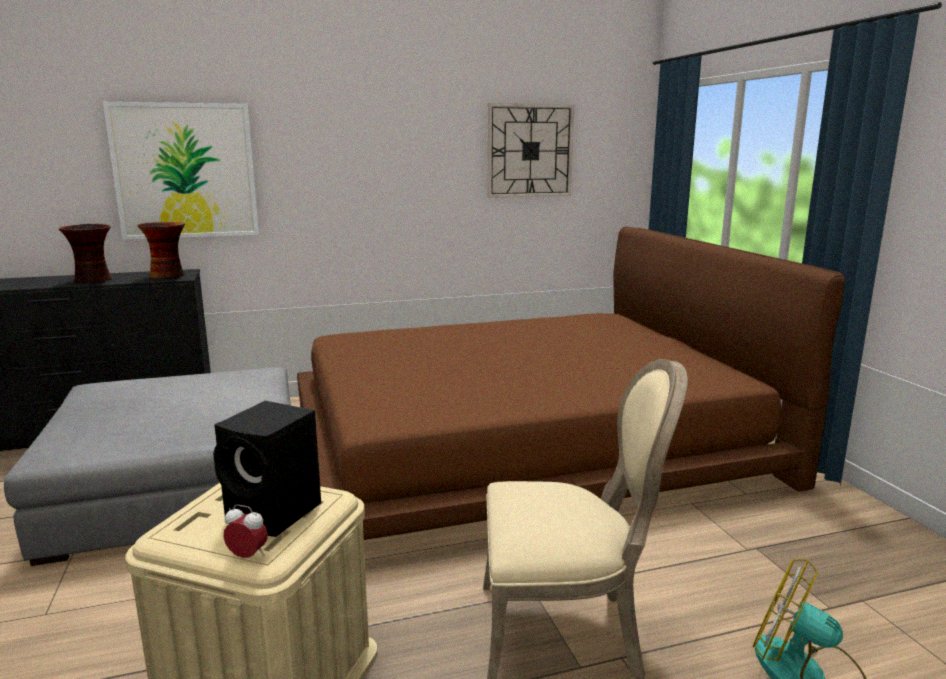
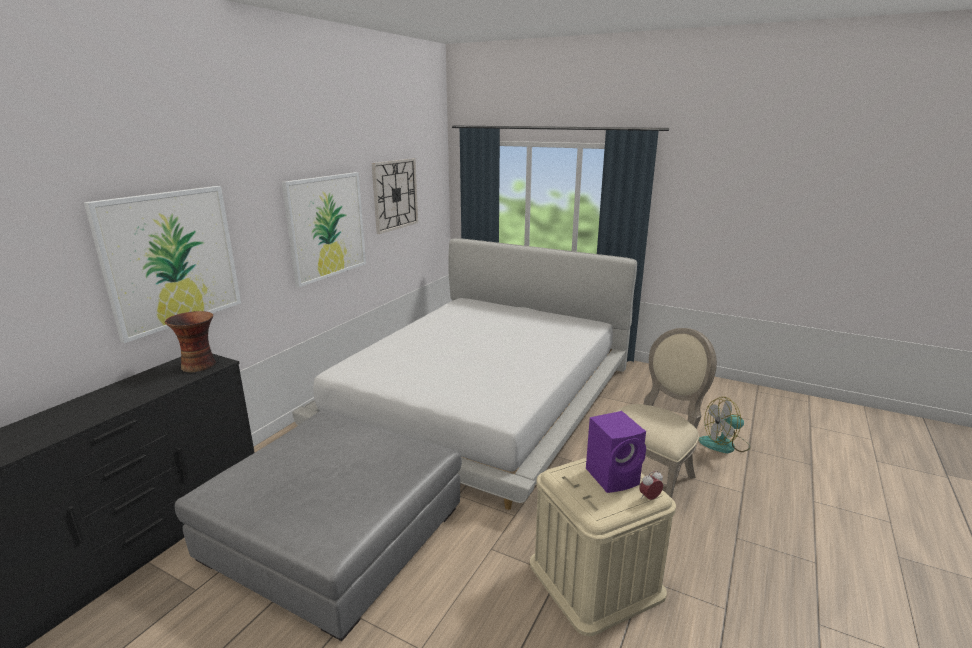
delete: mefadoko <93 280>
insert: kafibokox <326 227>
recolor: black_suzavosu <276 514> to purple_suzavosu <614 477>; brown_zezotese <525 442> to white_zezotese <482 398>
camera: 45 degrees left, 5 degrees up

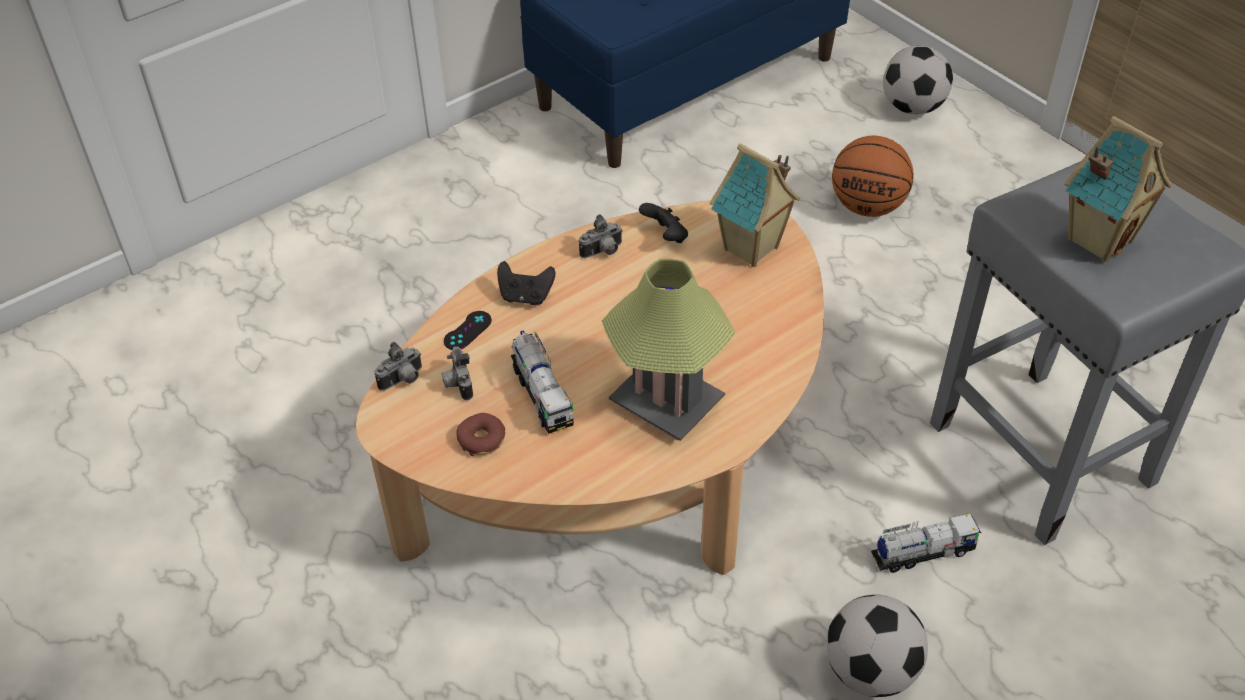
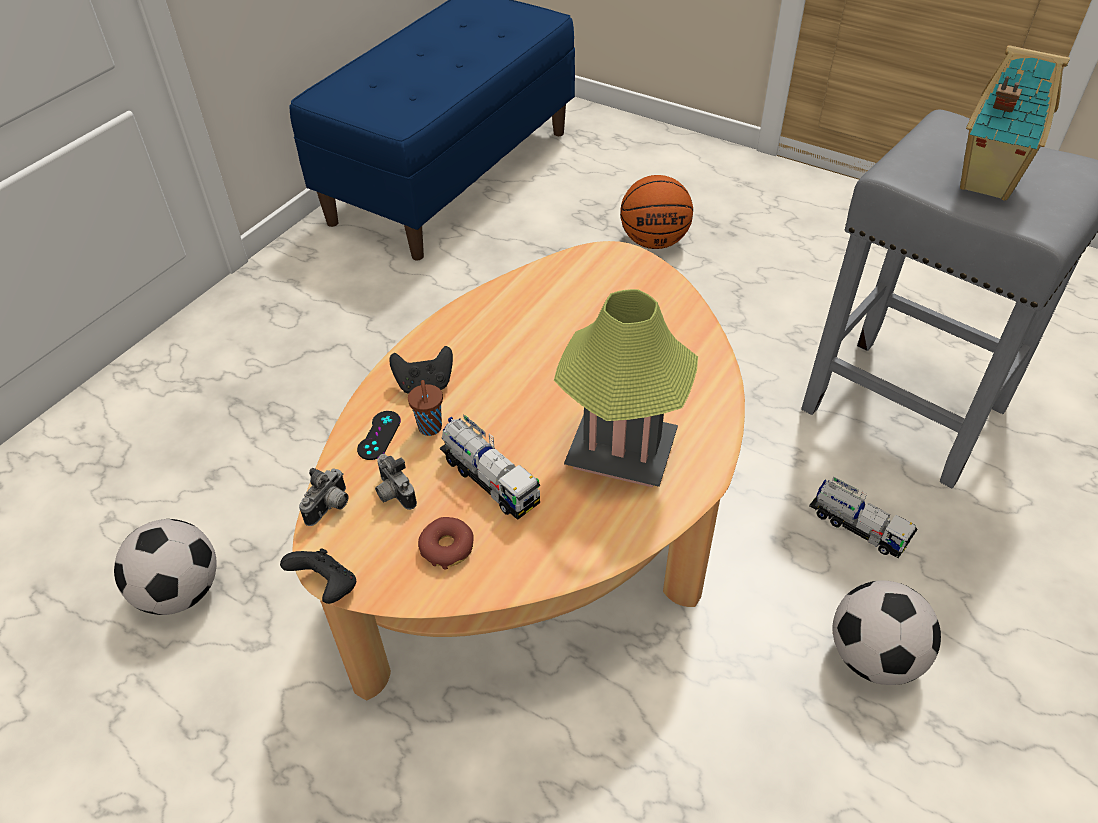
delete: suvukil <603 252>; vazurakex <752 249>
insert: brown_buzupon <430 429>
move: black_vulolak <665 236> to <327 587>; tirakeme <913 107> to <181 591>
rotate: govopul <923 553> = <857 528> 75 degrees clockwise
camera: 20 degrees left, 0 degrees up

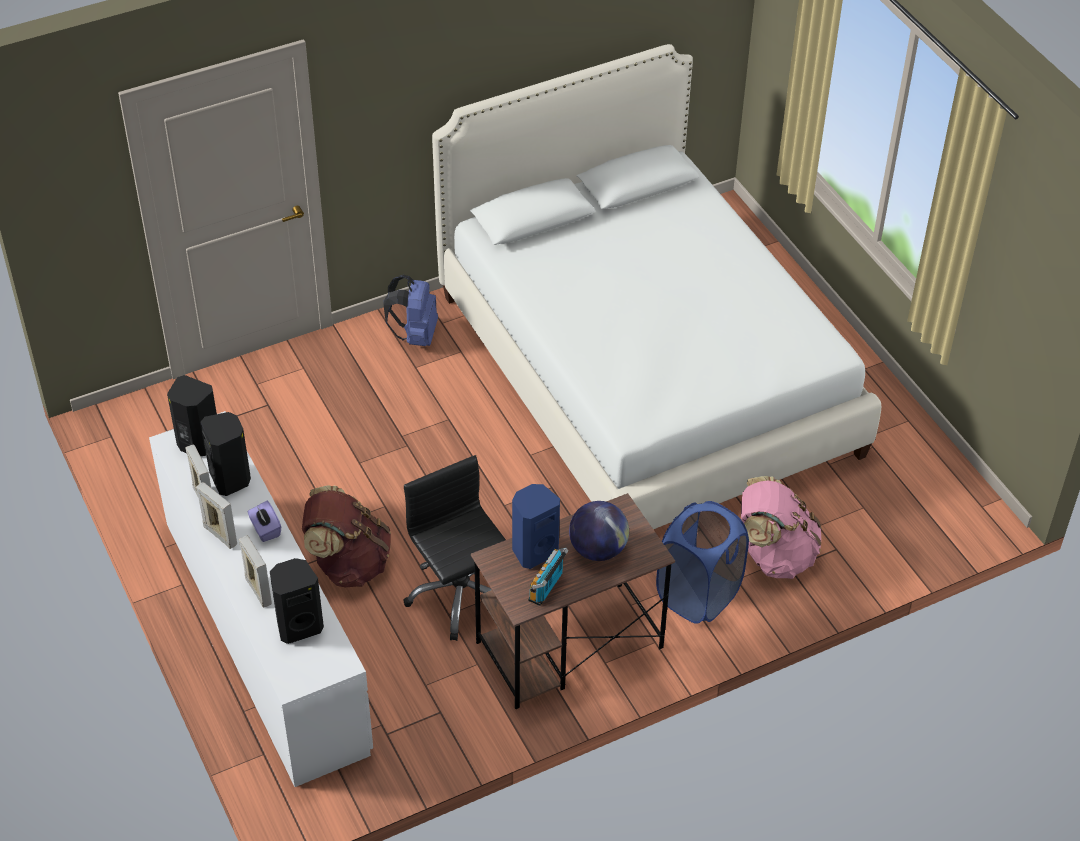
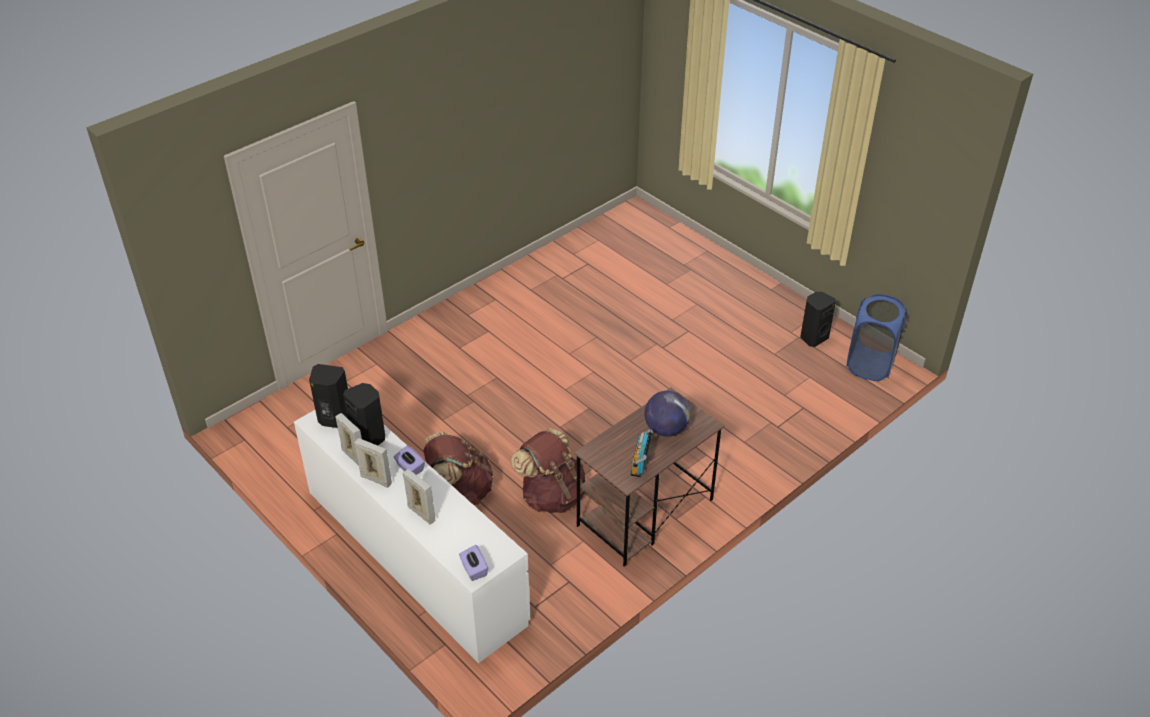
delete: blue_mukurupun <415 335>; white_zezotese <646 373>; blue_suzavosu <534 551>; pink_mukurupun <774 555>
insert: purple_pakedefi <474 569>
move: black_suzavosu <298 625> to <813 337>; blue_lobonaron <698 595> to <870 365>
replace: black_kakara <460 595> to brown_mukurupun <552 495>
camera: 15 degrees left, 5 degrees down

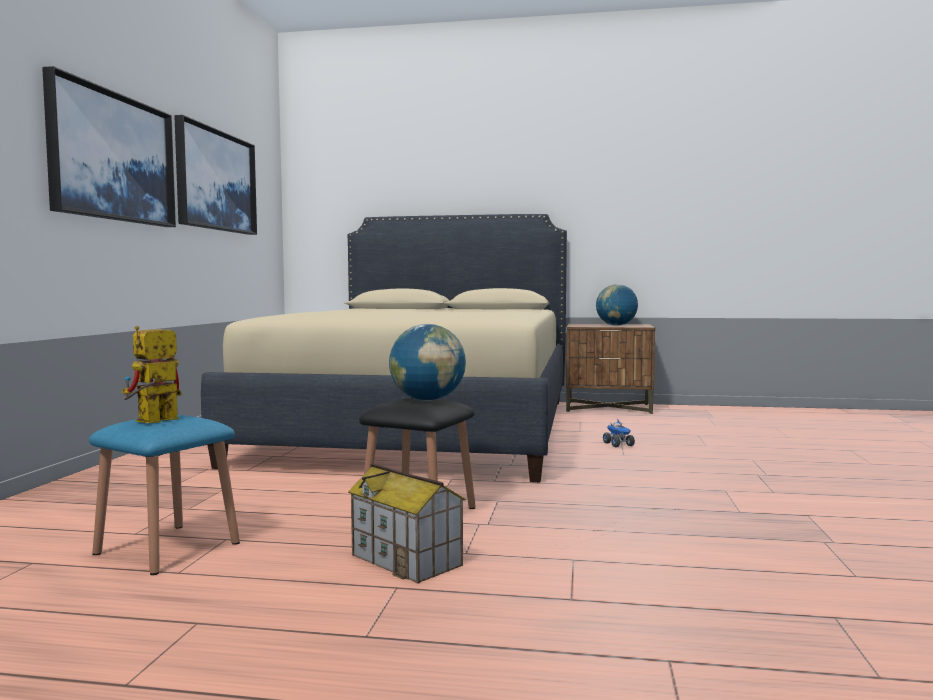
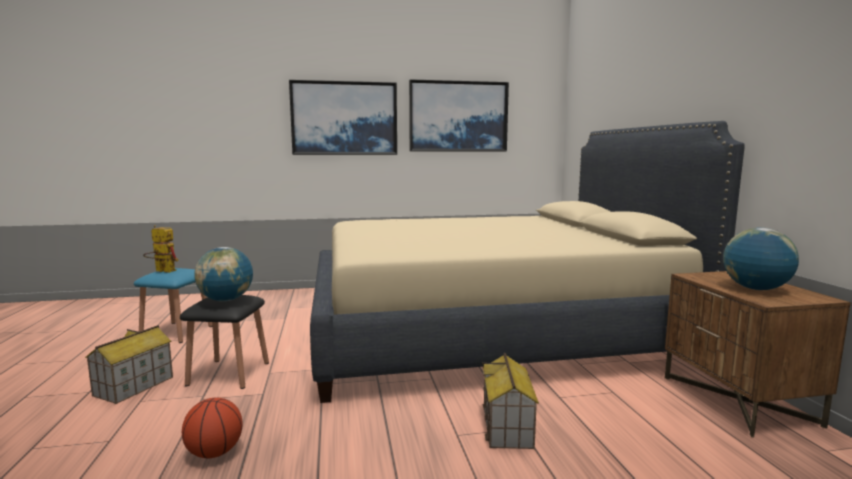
insert: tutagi <214 453>
replace: govopul <619 444> to vazurakex <507 427>
camera: 70 degrees right, 5 degrees up

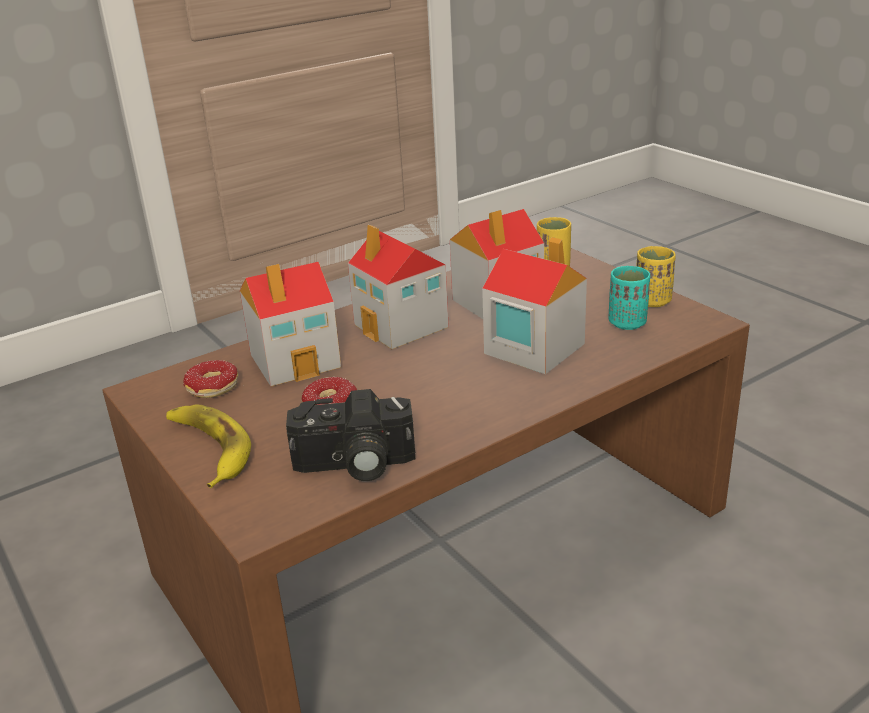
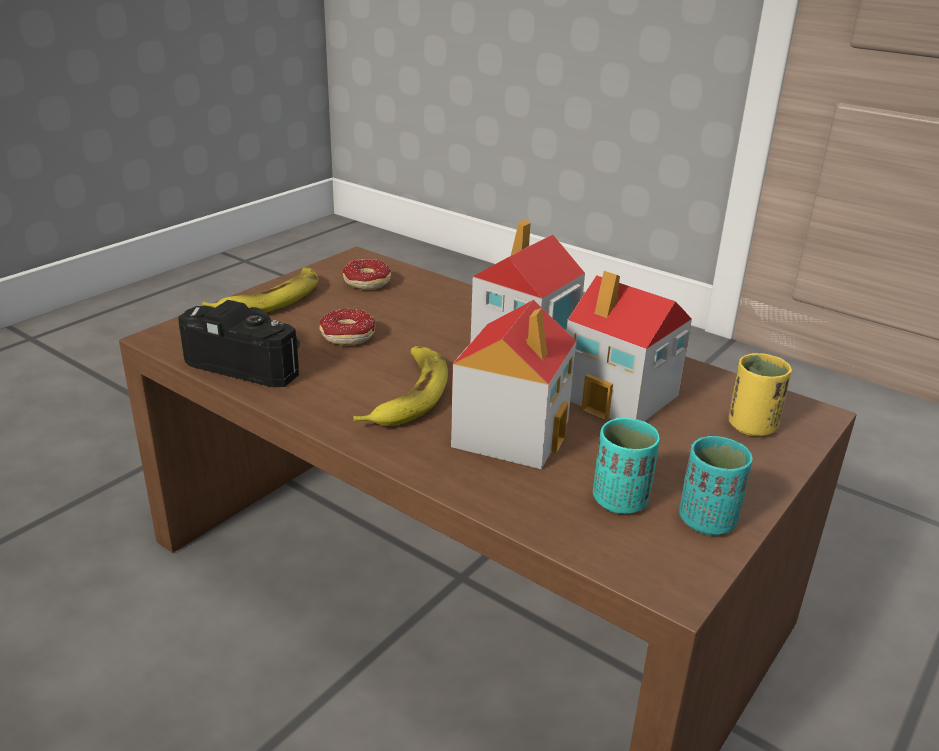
delete: vazurakex <296 360>
insert: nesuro <408 394>
recolor: yellow_buzupon <652 301> to turquoise_buzupon <707 521>
rotate: suvukil <354 465> = <250 362> 135 degrees clockwise
camera: 70 degrees right, 0 degrees up

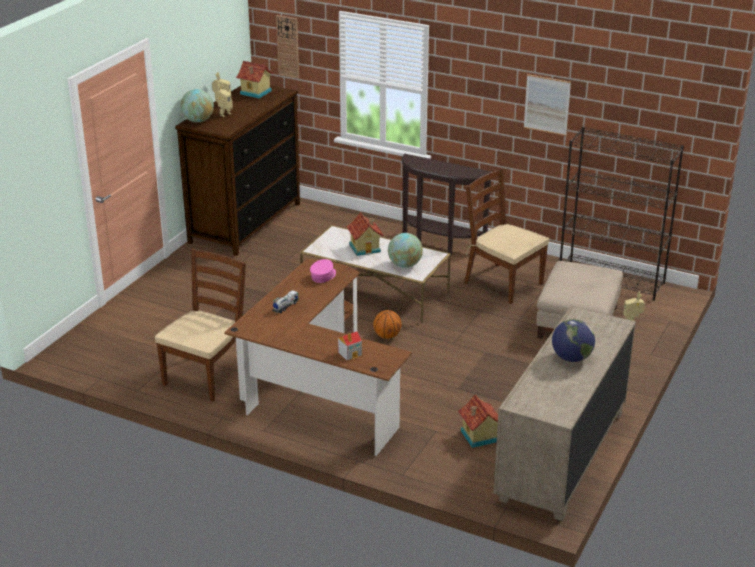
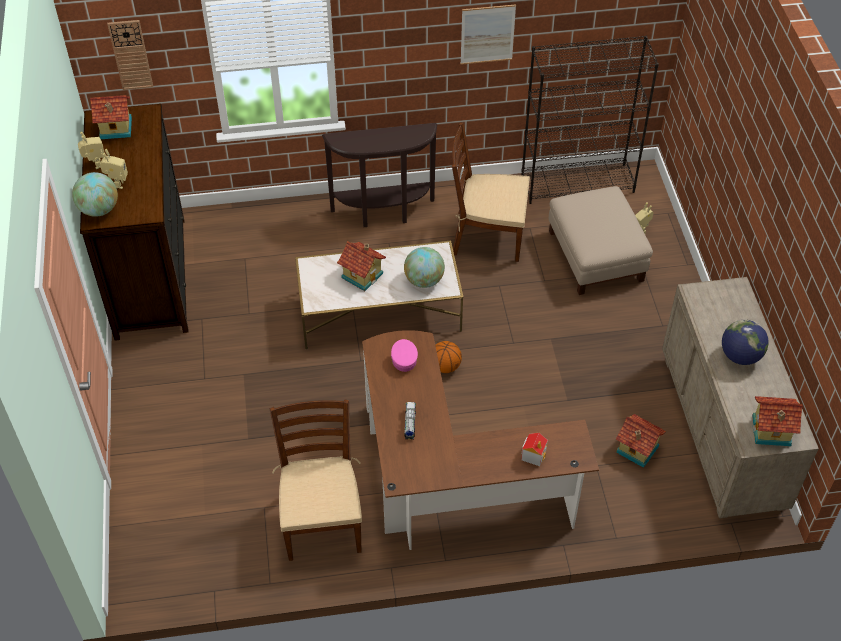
insert: vazurakex <771 431>
camera: 35 degrees left, 20 degrees up

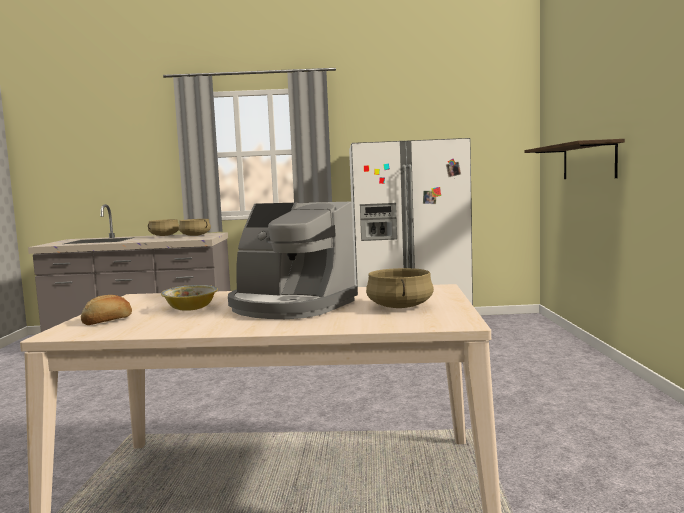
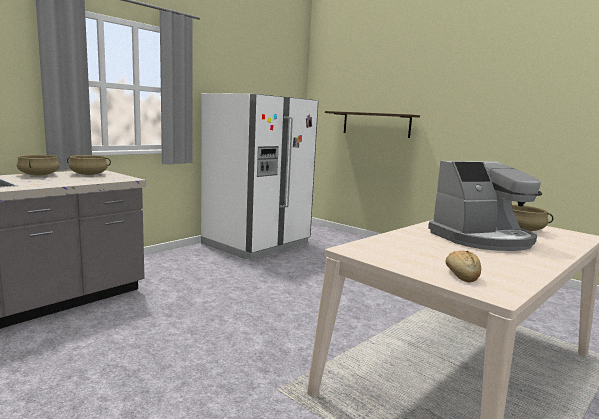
delete: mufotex <191 309>
camera: 50 degrees left, 5 degrees up

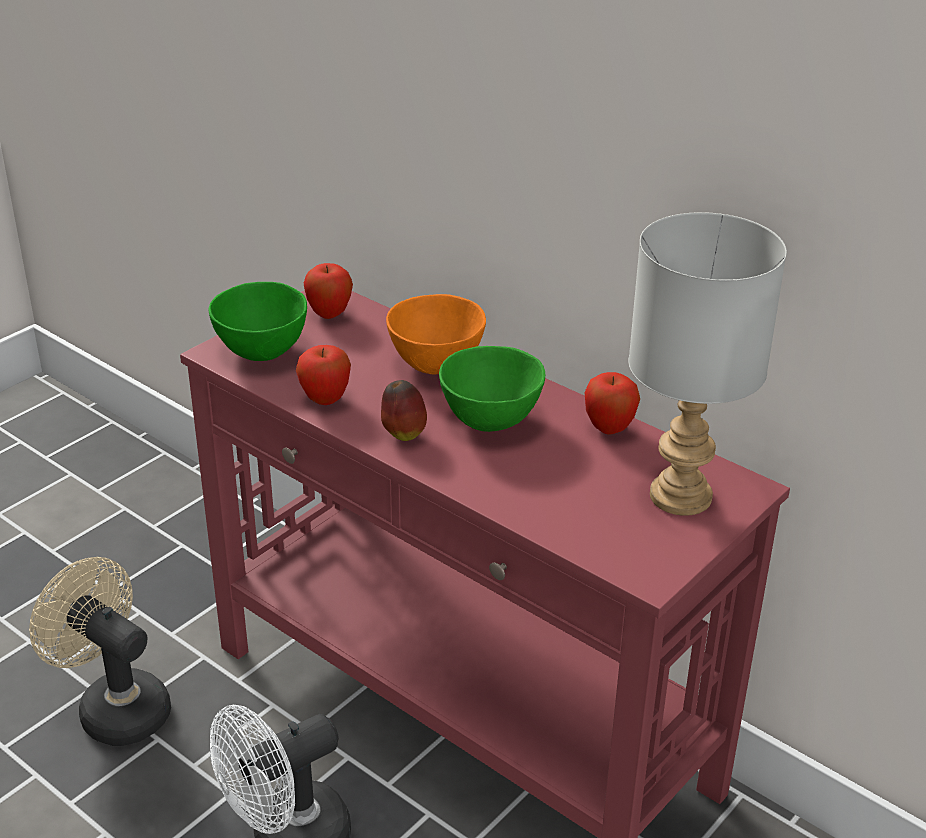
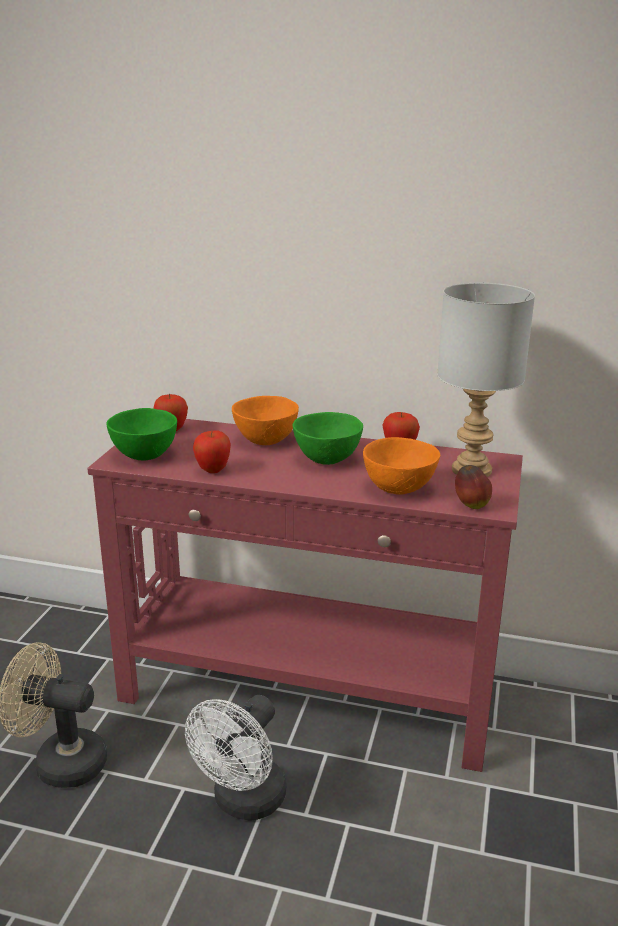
insert: orange_mufotex <400 489>
move: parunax <403 434> to <470 506>
camera: 25 degrees left, 10 degrees down

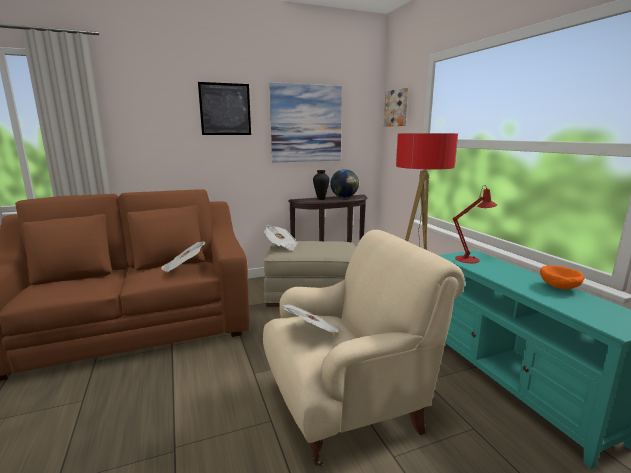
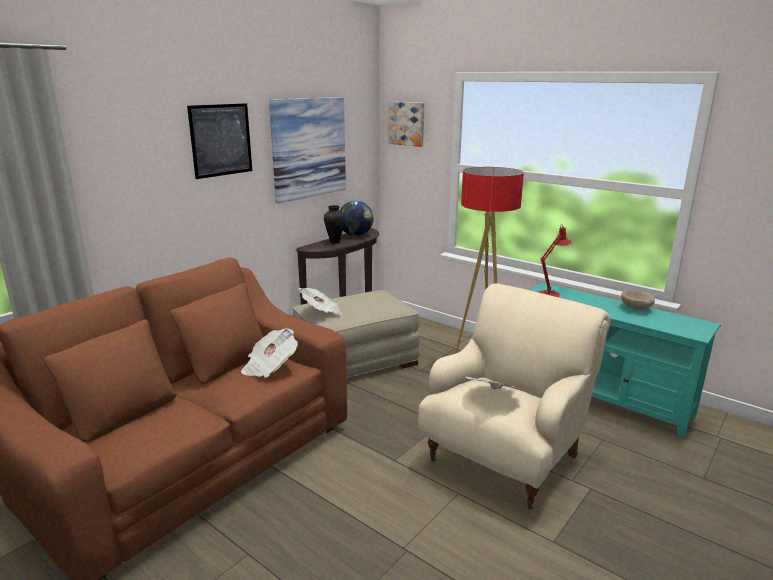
recolor: orange_mufotex <559 288> to beige_mufotex <636 308>
camera: 30 degrees left, 5 degrees up

